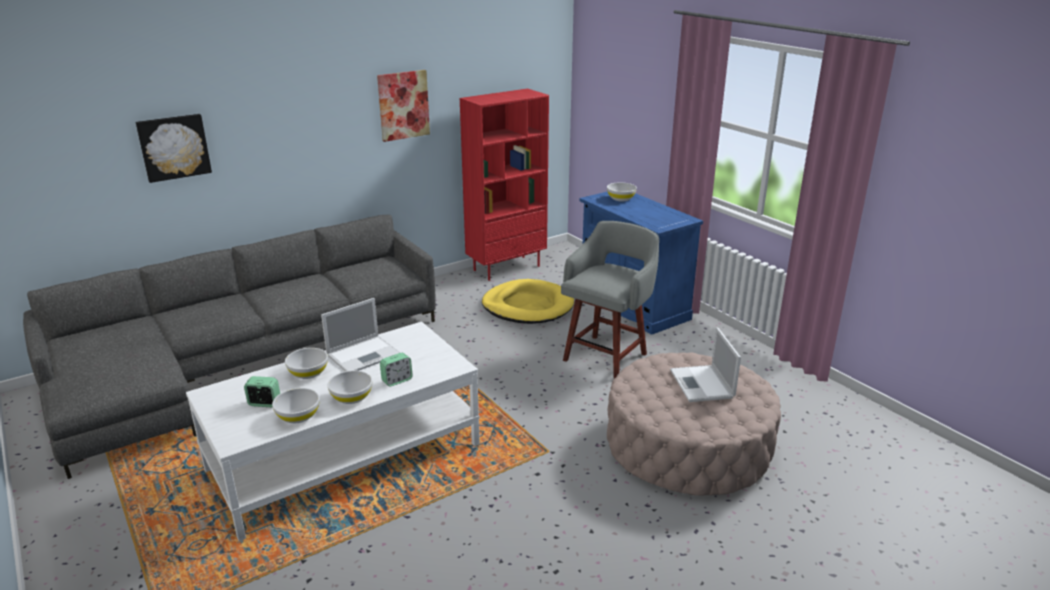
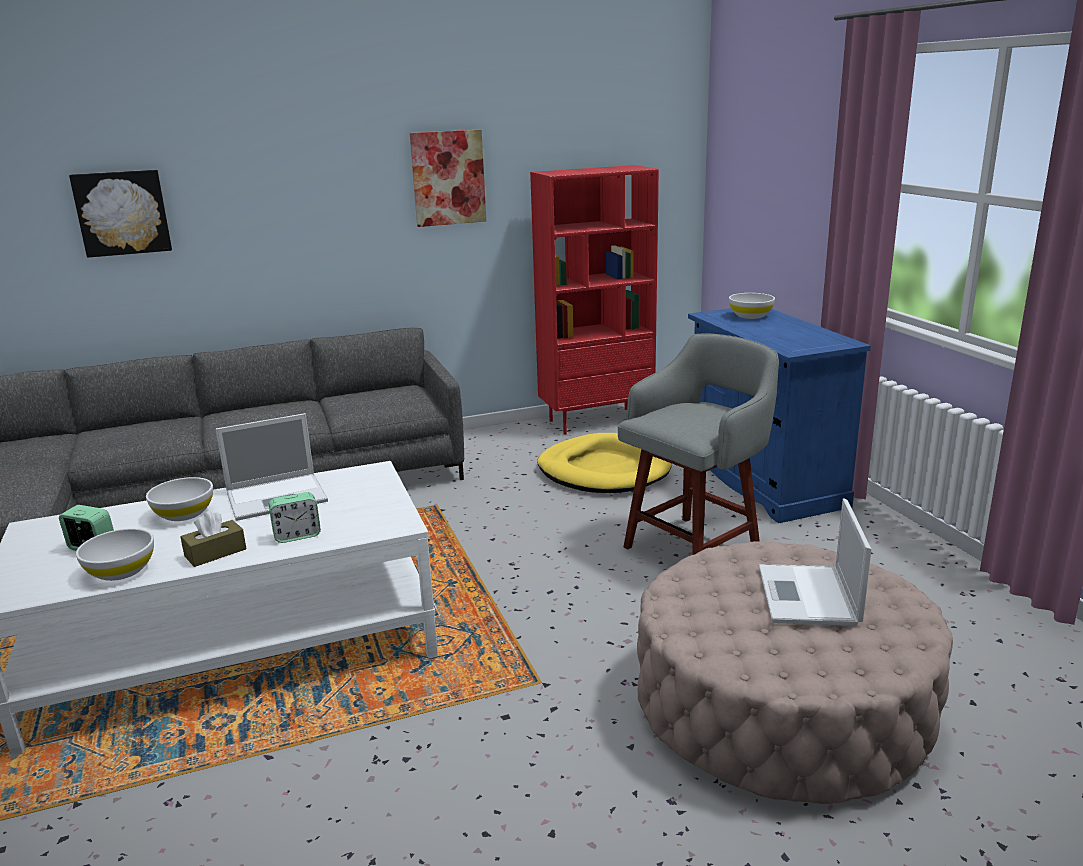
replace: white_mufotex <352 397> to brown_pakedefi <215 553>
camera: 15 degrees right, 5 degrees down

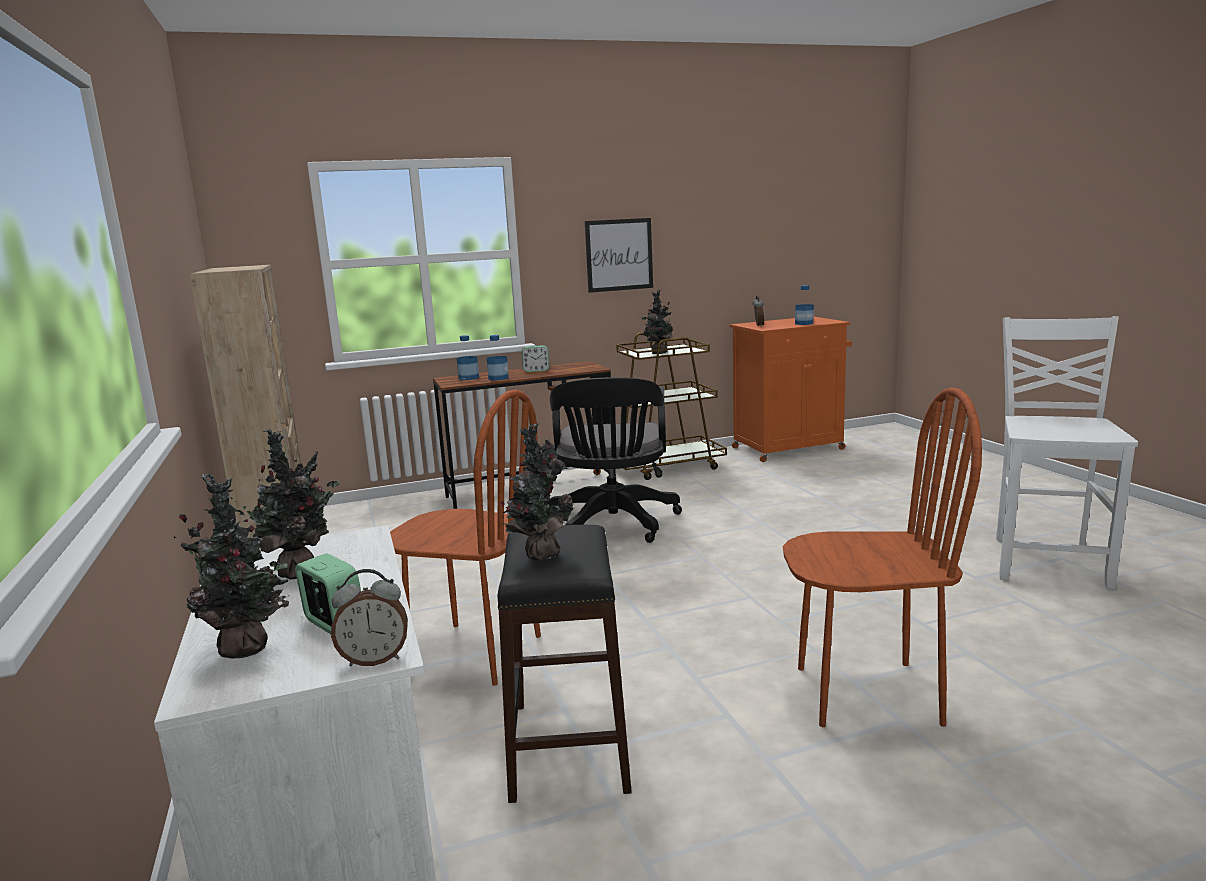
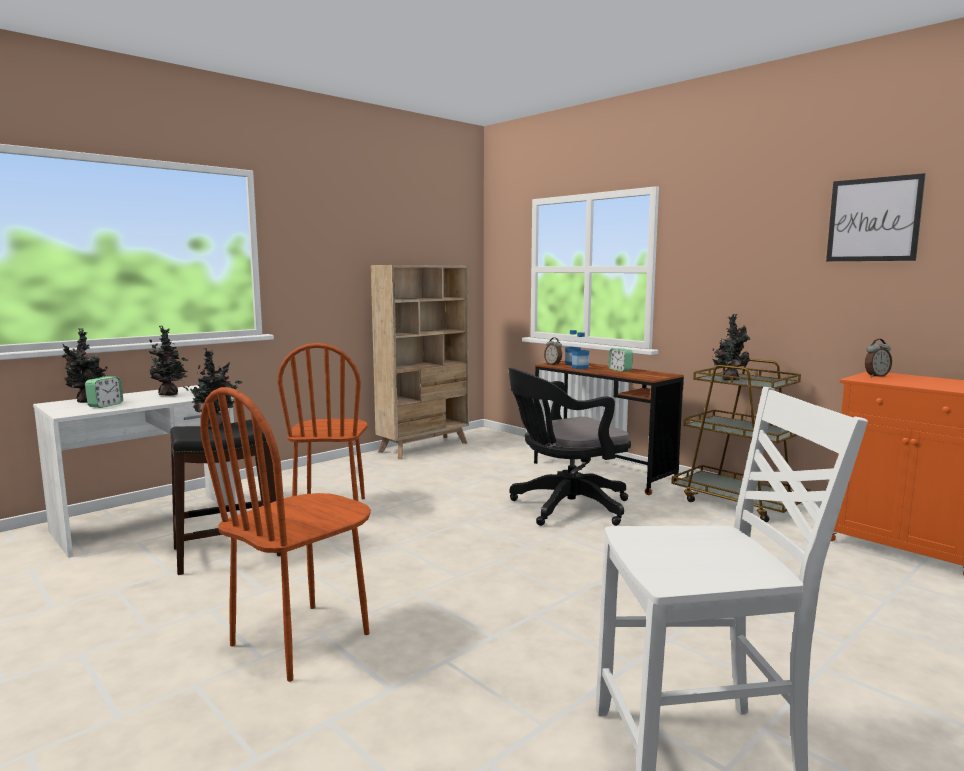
delete: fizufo <804 323>
move: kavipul <374 659> to <553 364>; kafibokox <619 255> to <873 219>
rotate: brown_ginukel <867 694> = <301 640> 60 degrees clockwise
camera: 65 degrees right, 5 degrees down

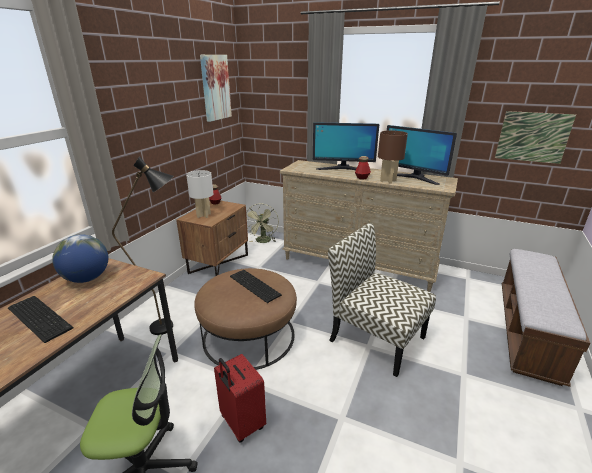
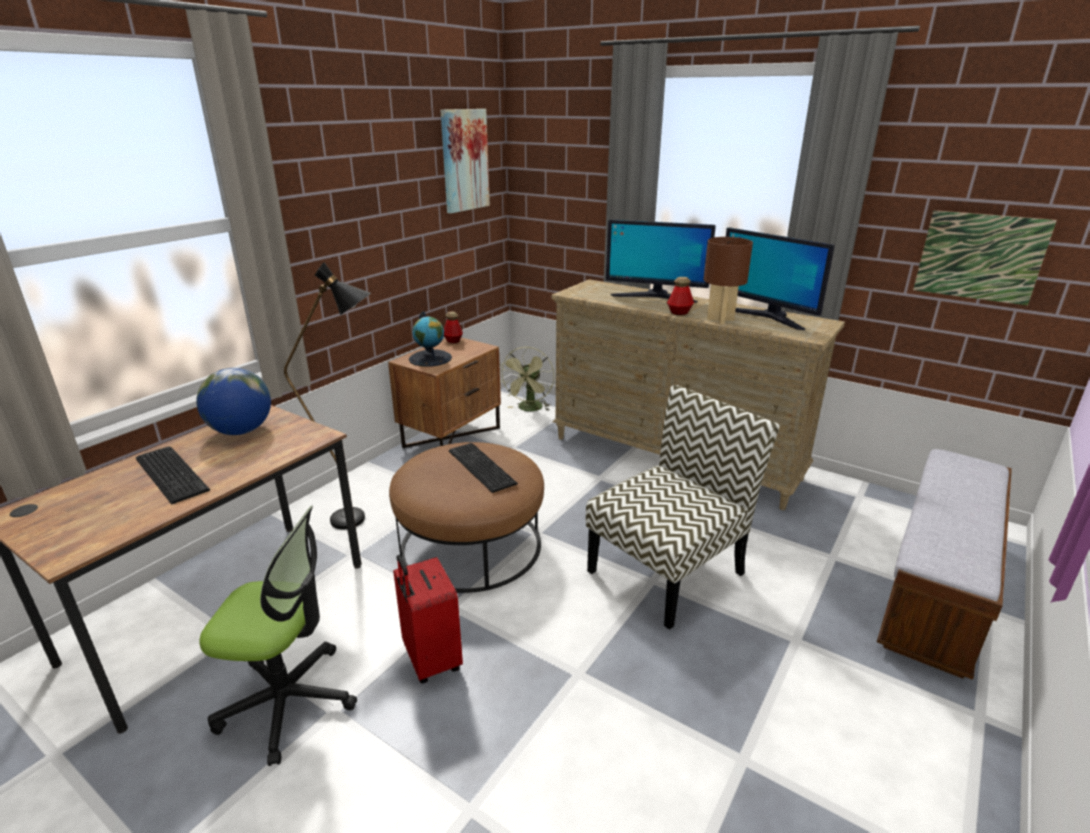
replace: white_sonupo <204 215> to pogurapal <430 358>
rotate: ginukel <375 338> = <667 570> 90 degrees clockwise
camera: 10 degrees right, 0 degrees up

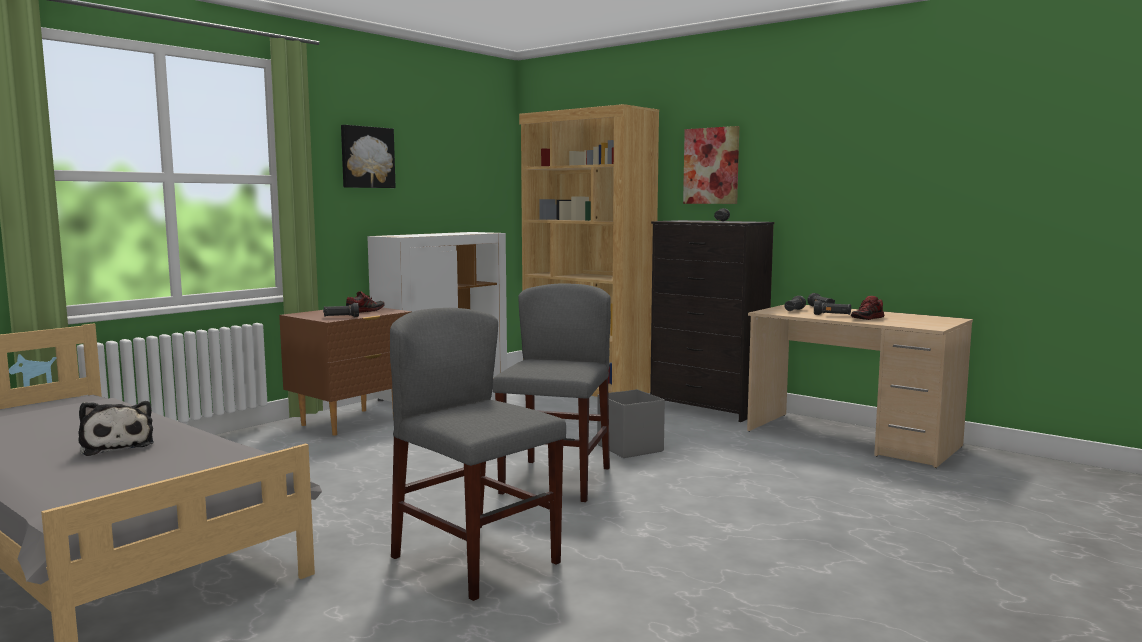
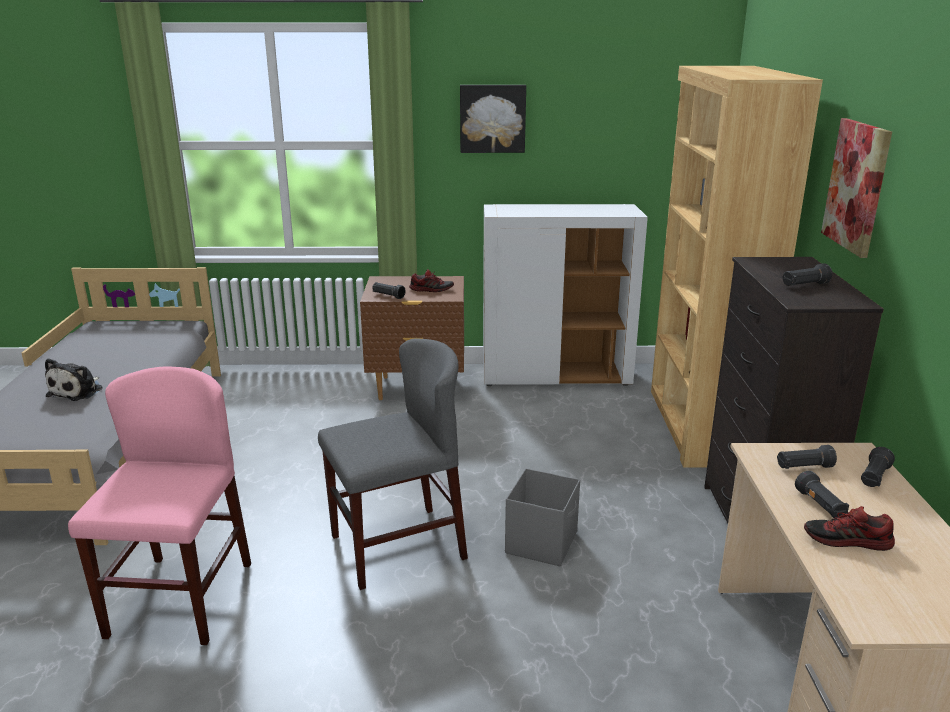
recolor: grey_ginukel <476 560> to pink_ginukel <180 599>
camera: 50 degrees right, 15 degrees up

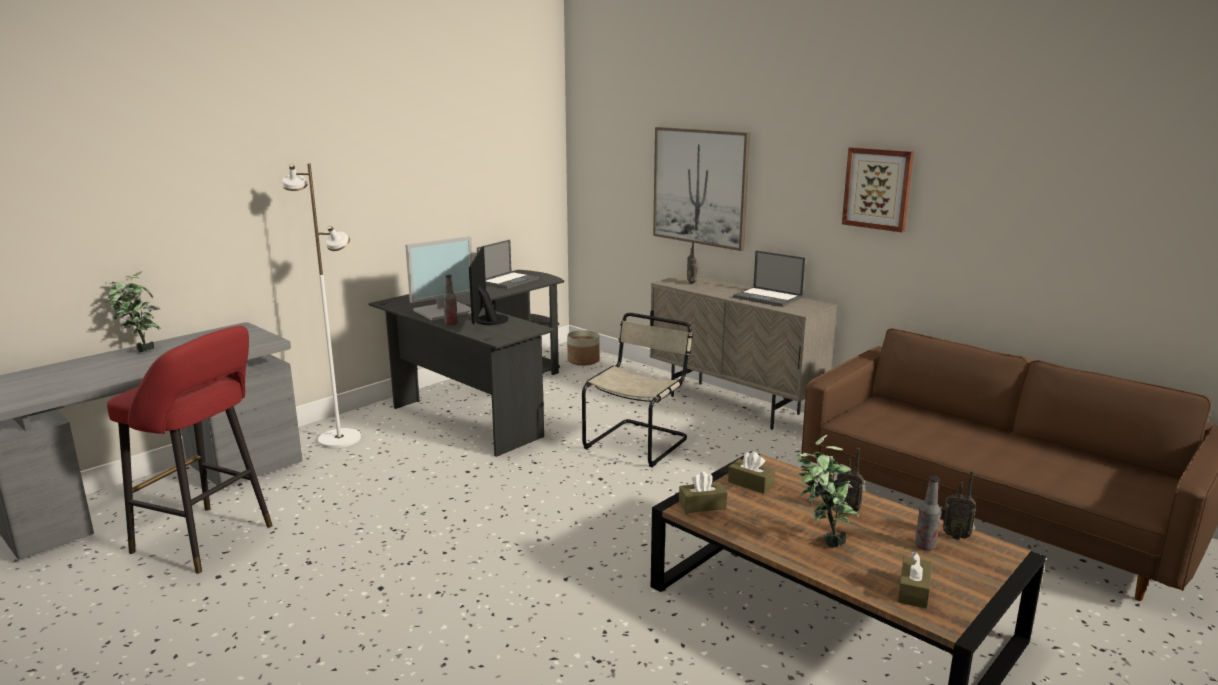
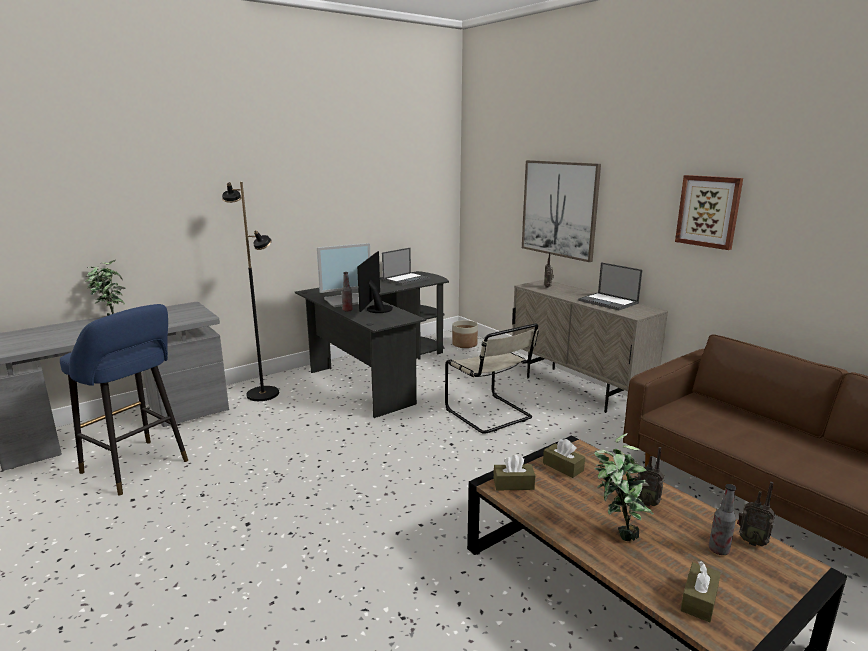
recolor: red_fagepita <209 540> to blue_fagepita <138 468>; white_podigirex <339 439> to black_podigirex <263 394>
rotate: beige_ginukel <638 442> = <490 415> 105 degrees clockwise
camera: 10 degrees right, 0 degrees up

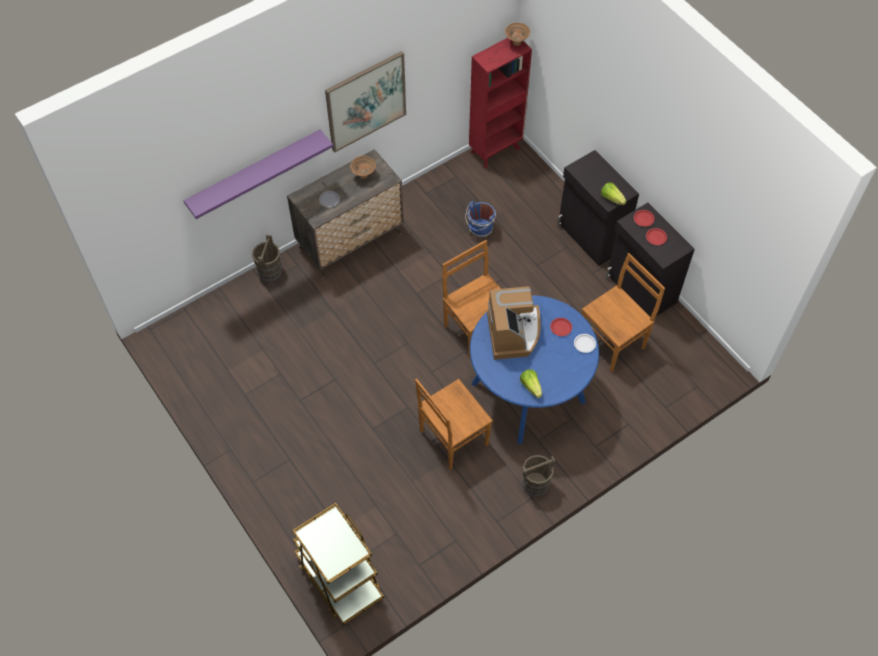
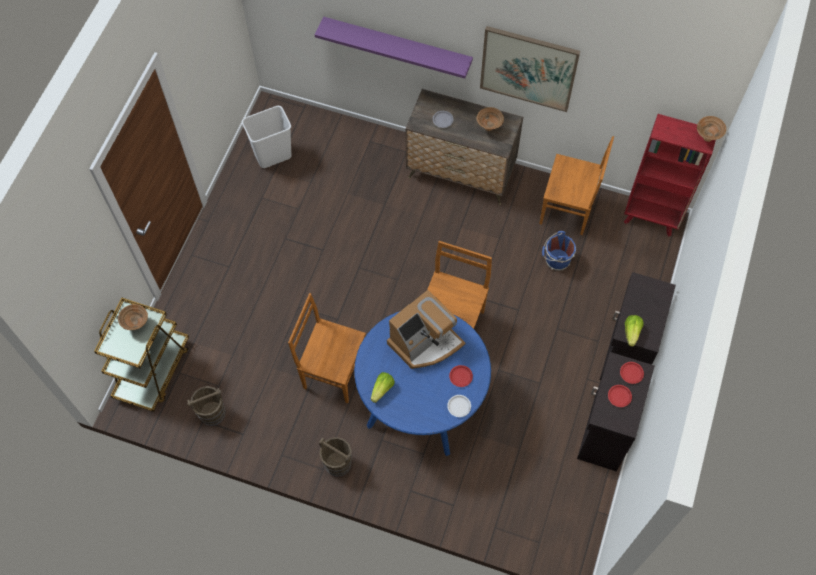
insert: brown_mufotex <136 324>; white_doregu <273 155>
move: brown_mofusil <270 271> to <212 413>; brown_ginukel <613 342> to <568 209>
camera: 55 degrees right, 5 degrees up

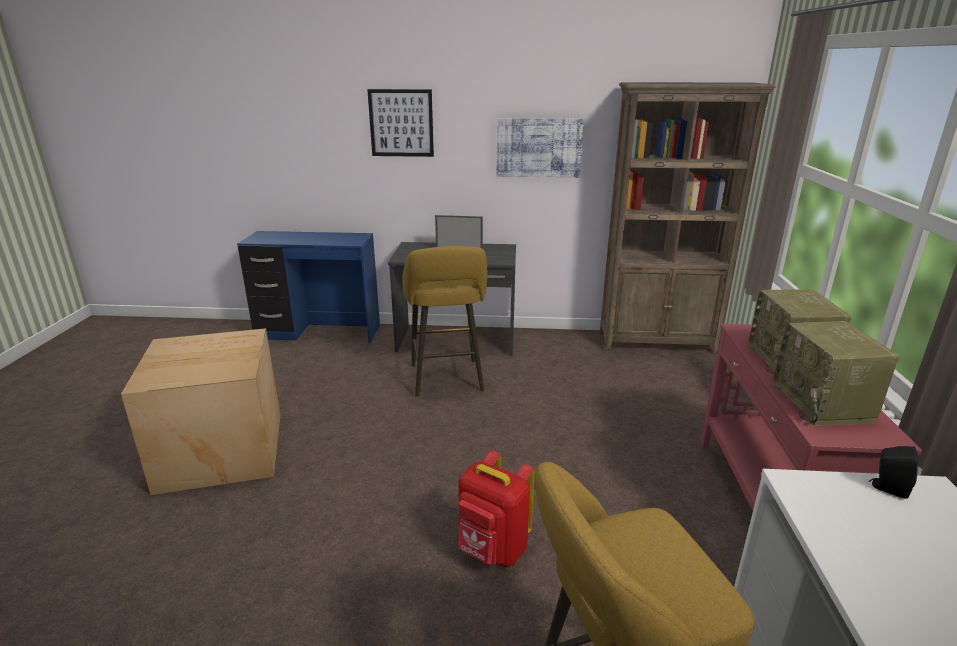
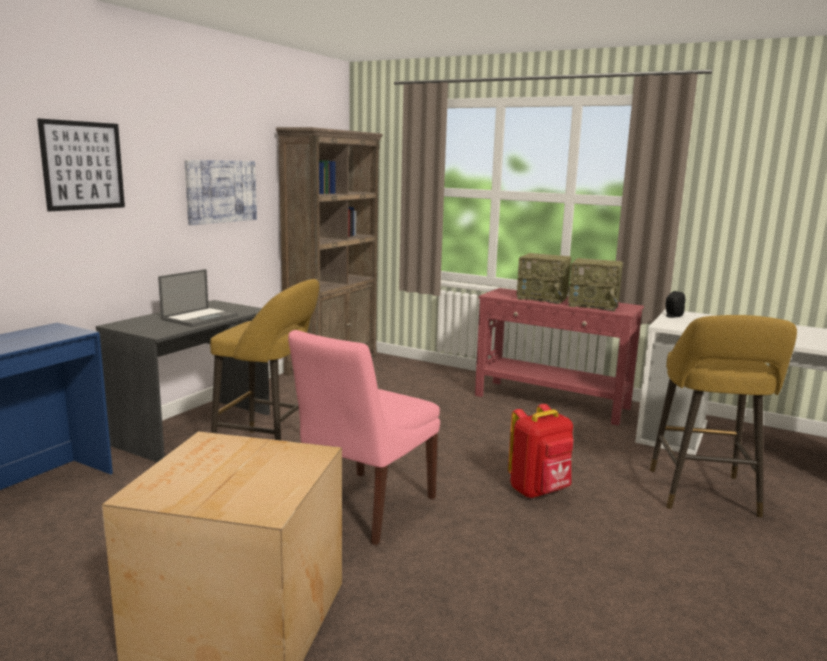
insert: pink_ginukel <363 508>
camera: 65 degrees left, 10 degrees down

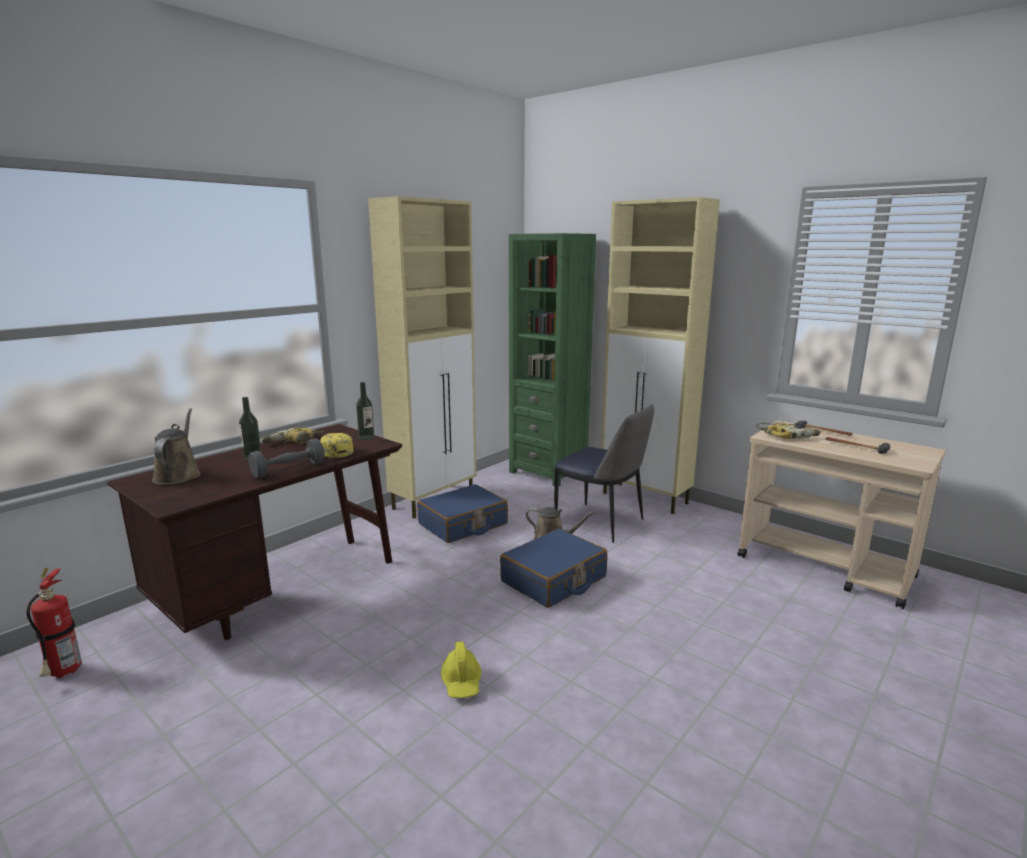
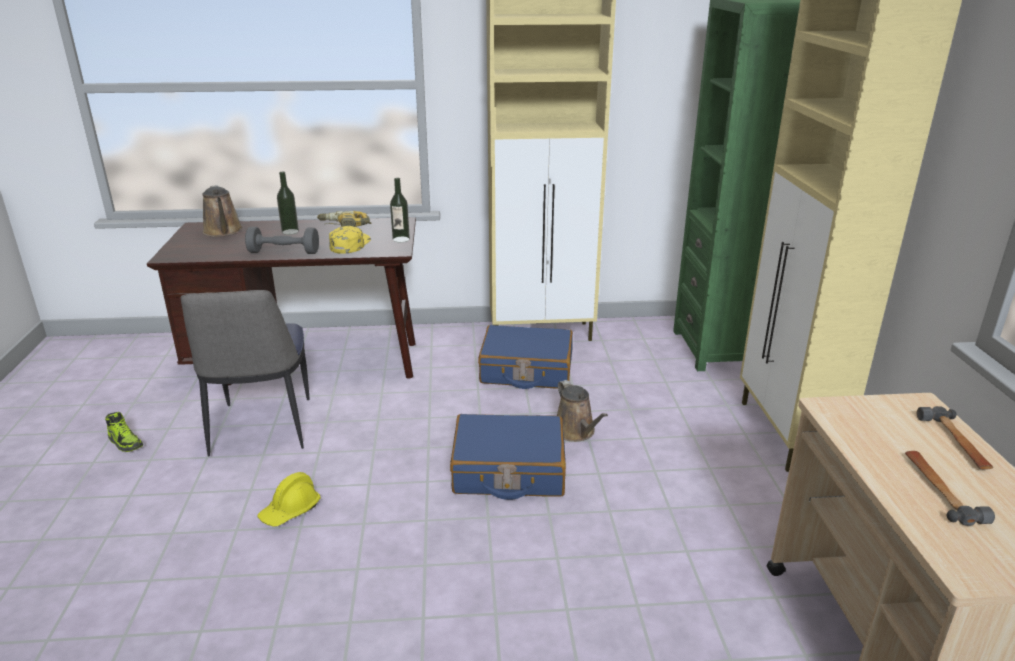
delete: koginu <63 674>; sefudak <788 436>
insert: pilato <125 442>
move: ginukel <601 523> to <261 428>
rotate: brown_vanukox <178 475> = <223 231> 120 degrees clockwise
camera: 45 degrees right, 10 degrees up

